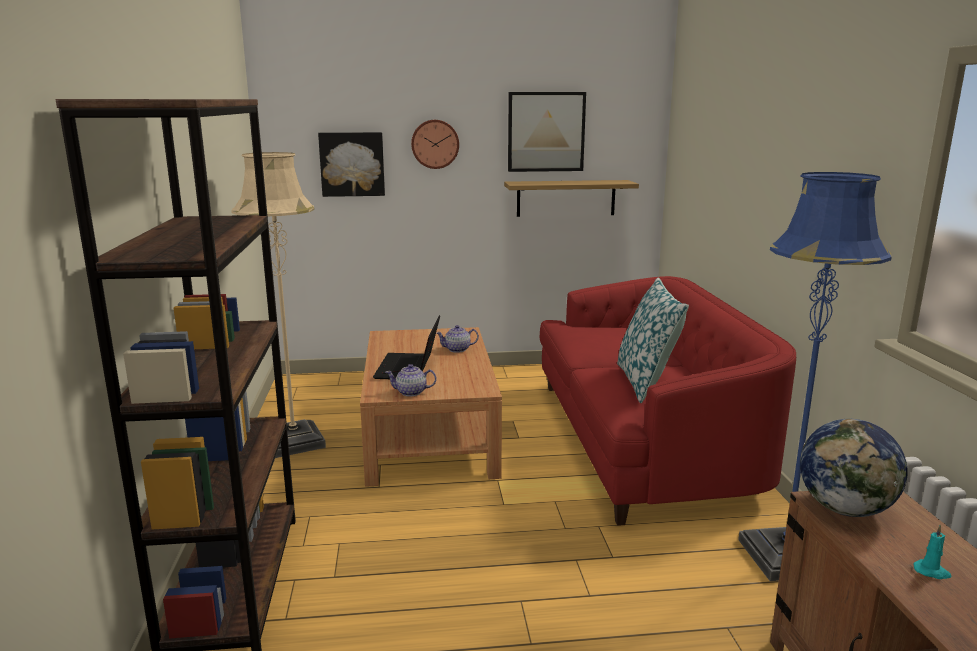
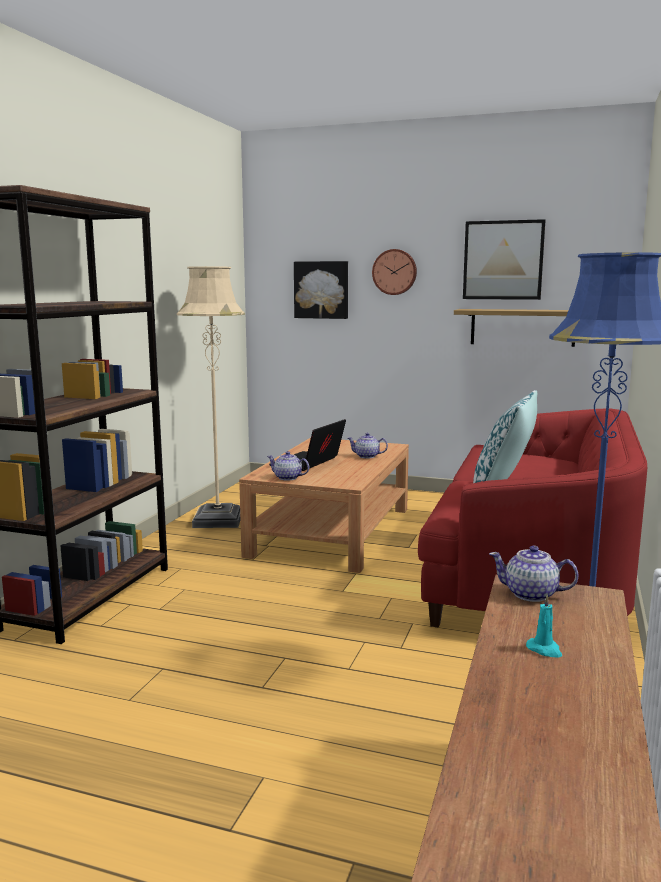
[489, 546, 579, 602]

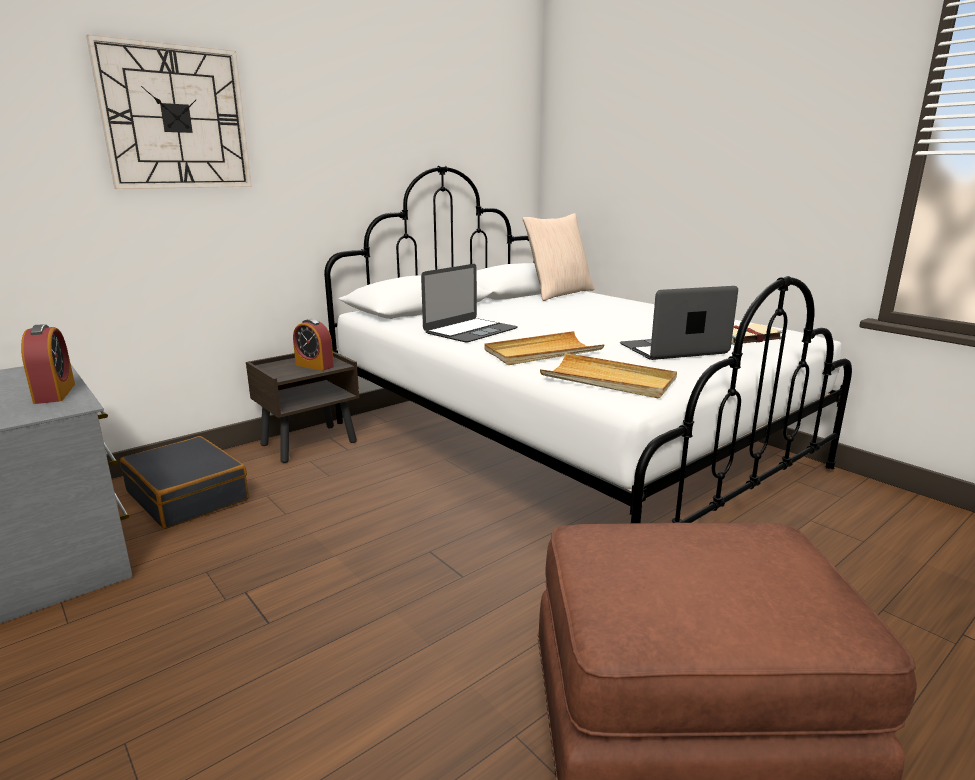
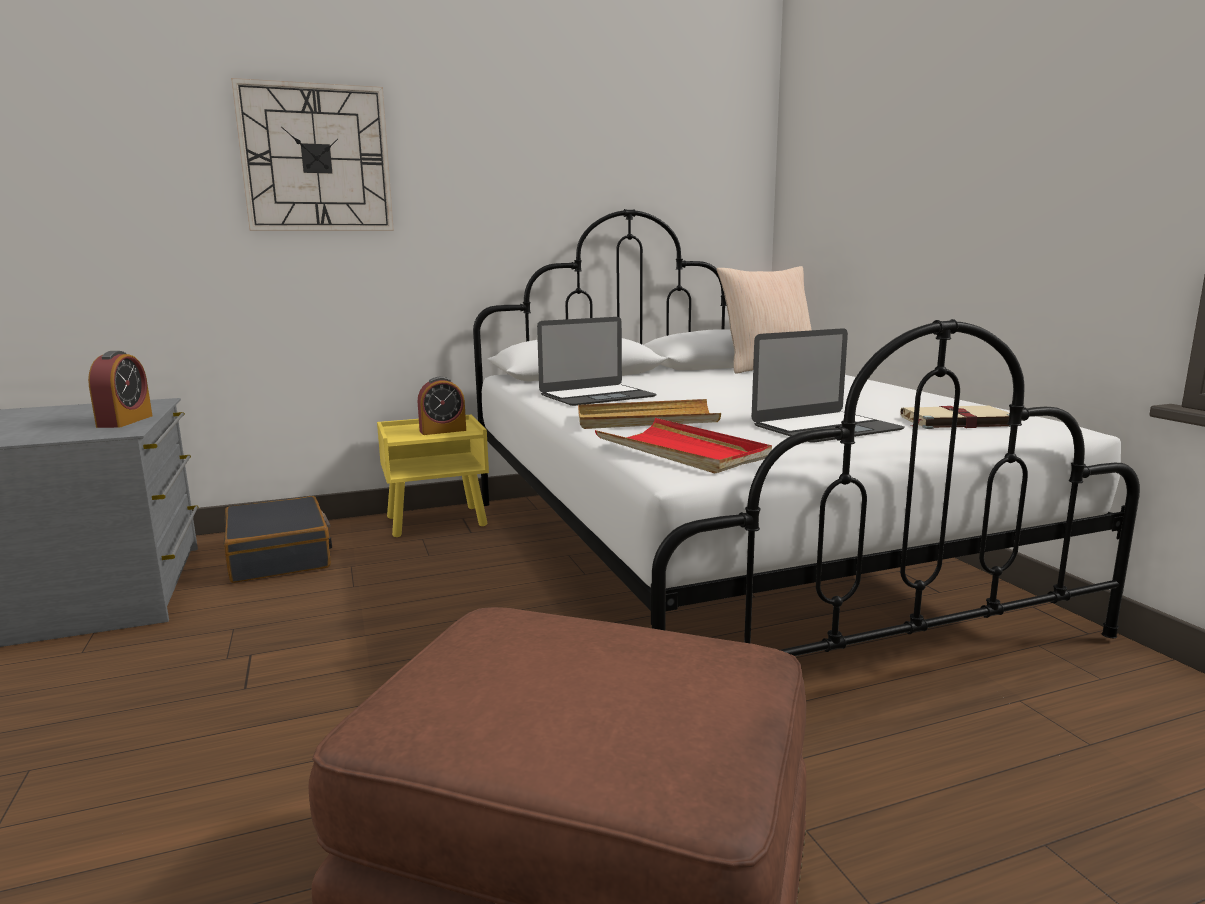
[377, 415, 489, 537]
[418, 377, 466, 435]
[595, 418, 772, 473]
[752, 328, 905, 443]

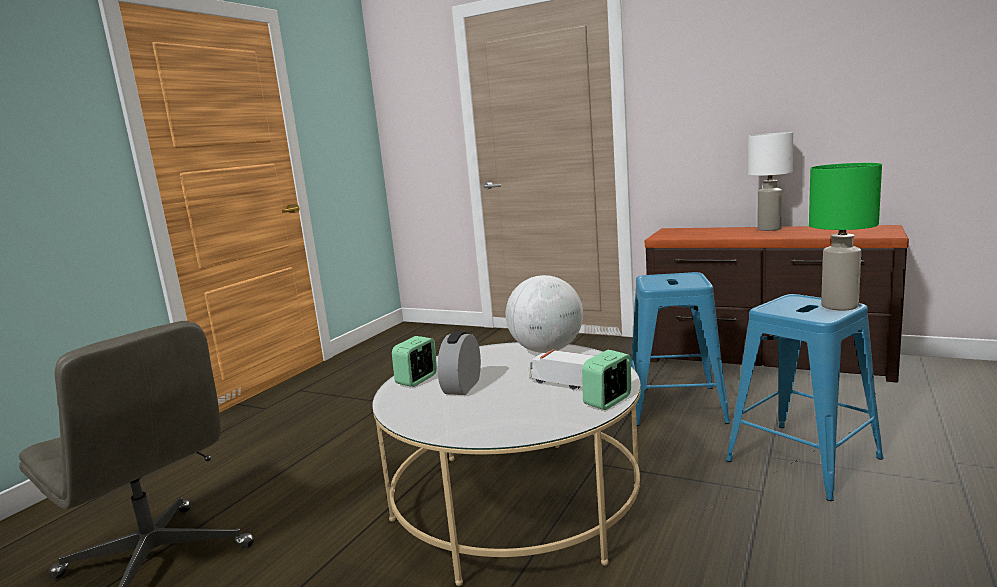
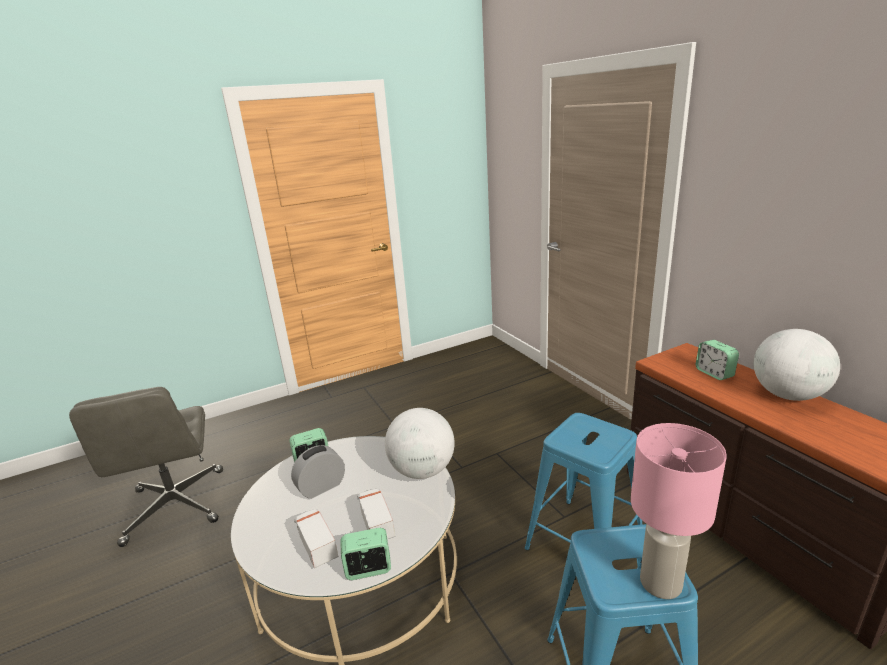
[294, 509, 339, 568]
[631, 423, 727, 599]
[696, 340, 739, 380]
[754, 329, 840, 401]

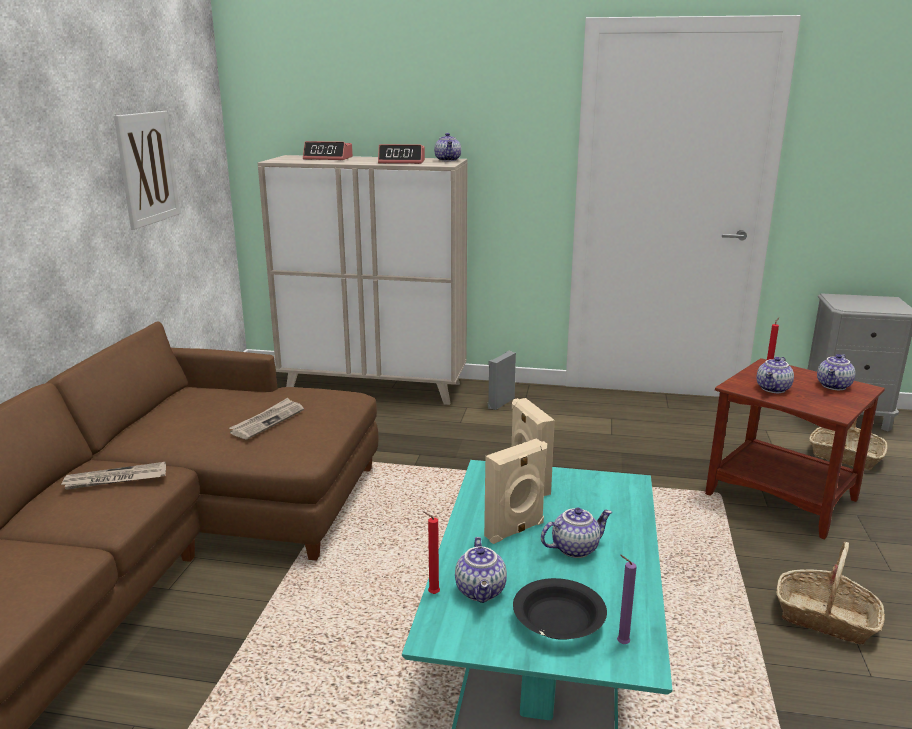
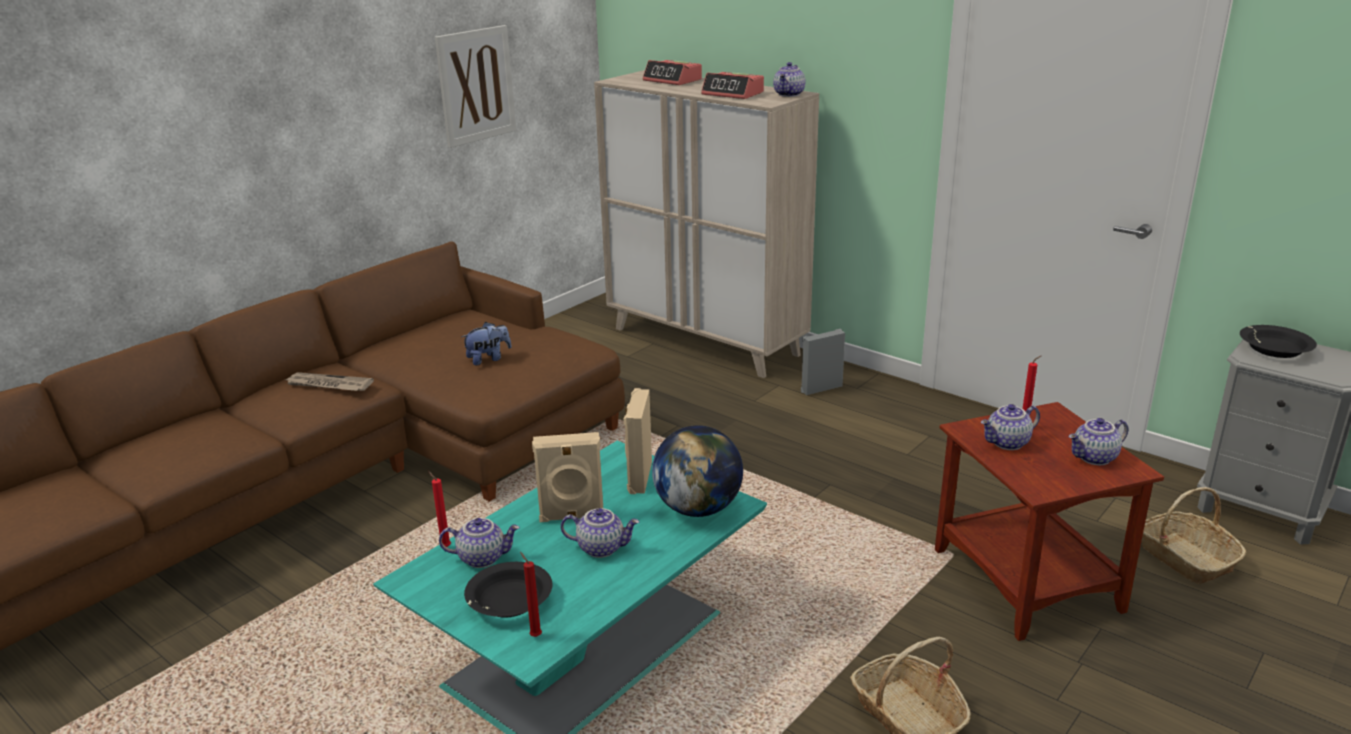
[439, 518, 520, 568]
[461, 322, 511, 366]
[520, 552, 542, 637]
[652, 425, 743, 517]
[1240, 325, 1317, 358]

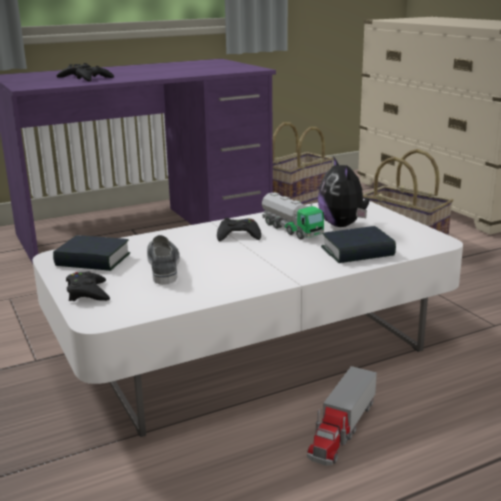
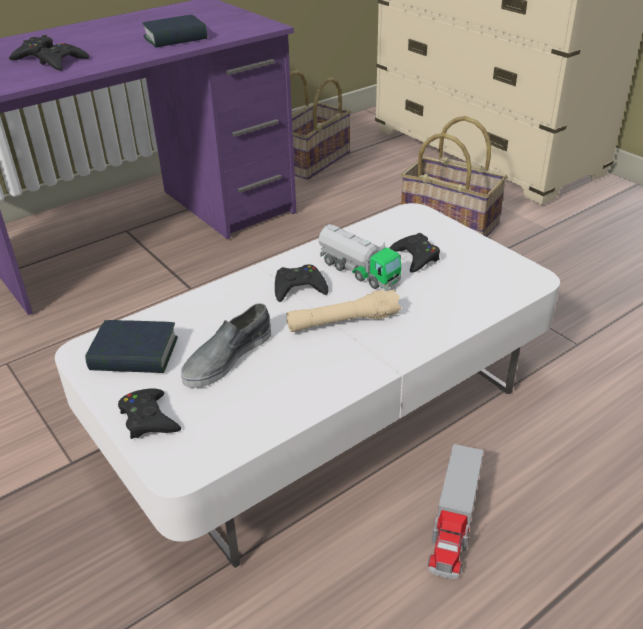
[142, 14, 207, 48]
[181, 303, 271, 388]
[287, 289, 401, 332]
[389, 233, 440, 273]

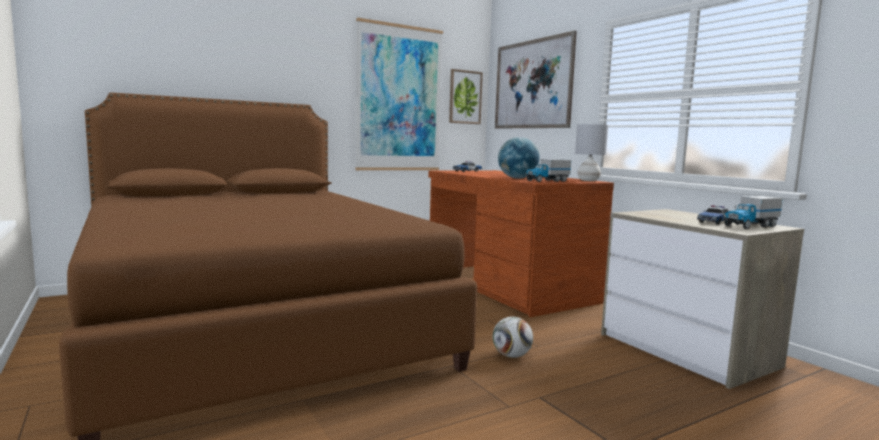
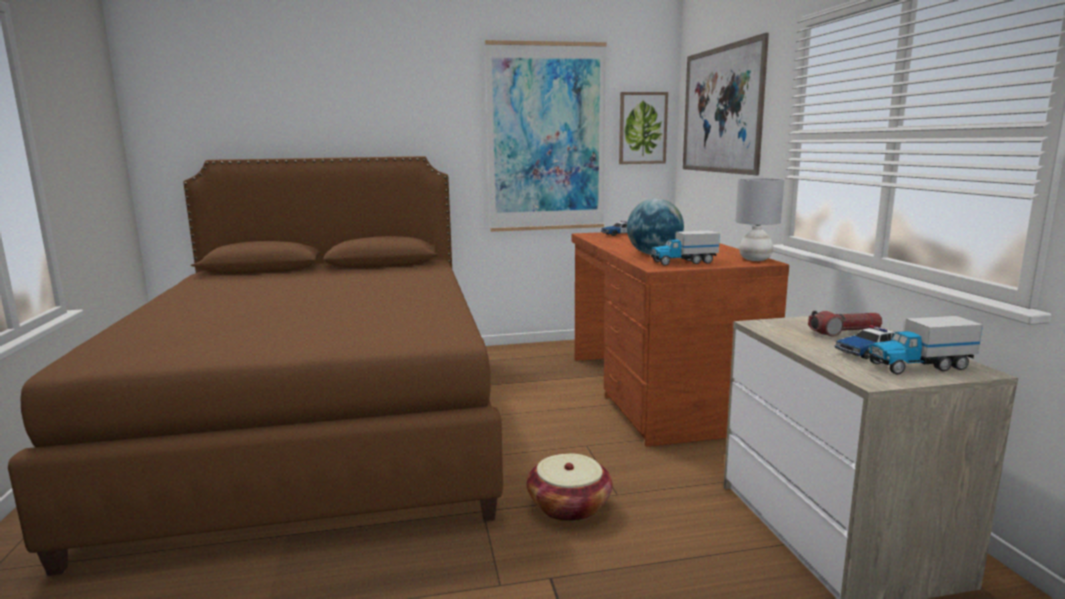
[527, 453, 613, 522]
[808, 311, 882, 337]

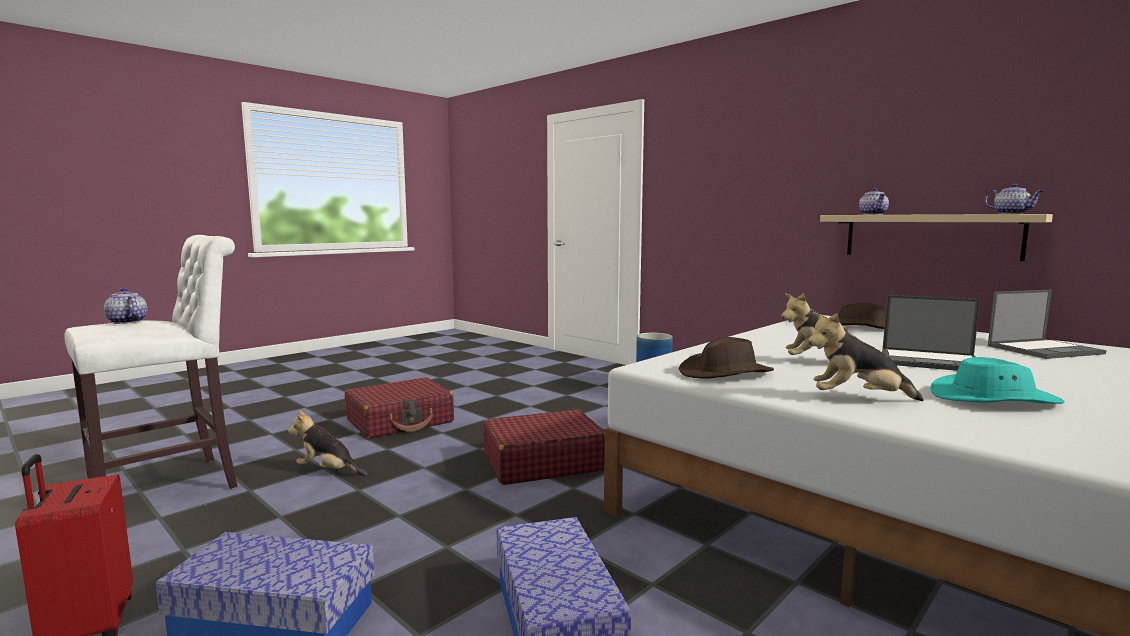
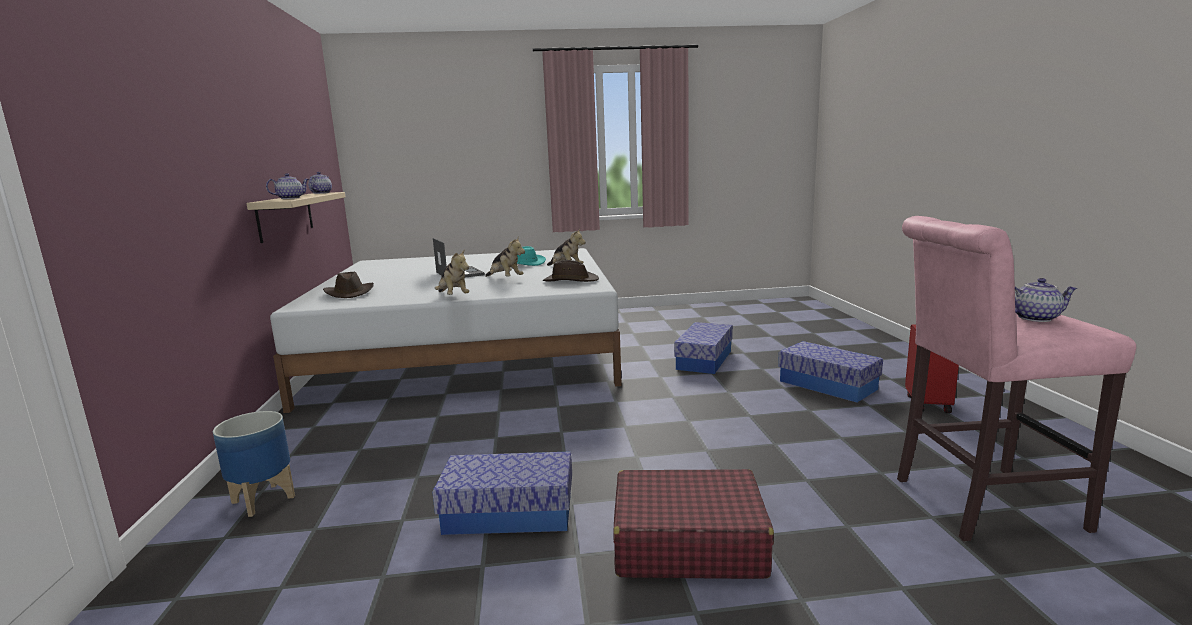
[432, 451, 572, 535]
[435, 250, 469, 295]
[897, 216, 1136, 541]
[1015, 278, 1078, 322]
[483, 409, 605, 485] (first image)
[988, 290, 1107, 359] (first image)

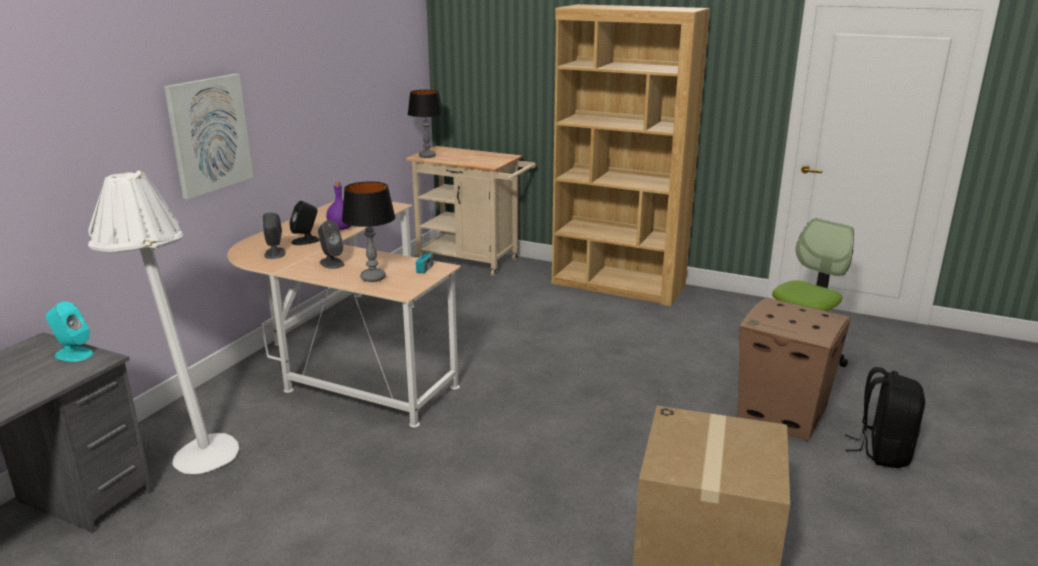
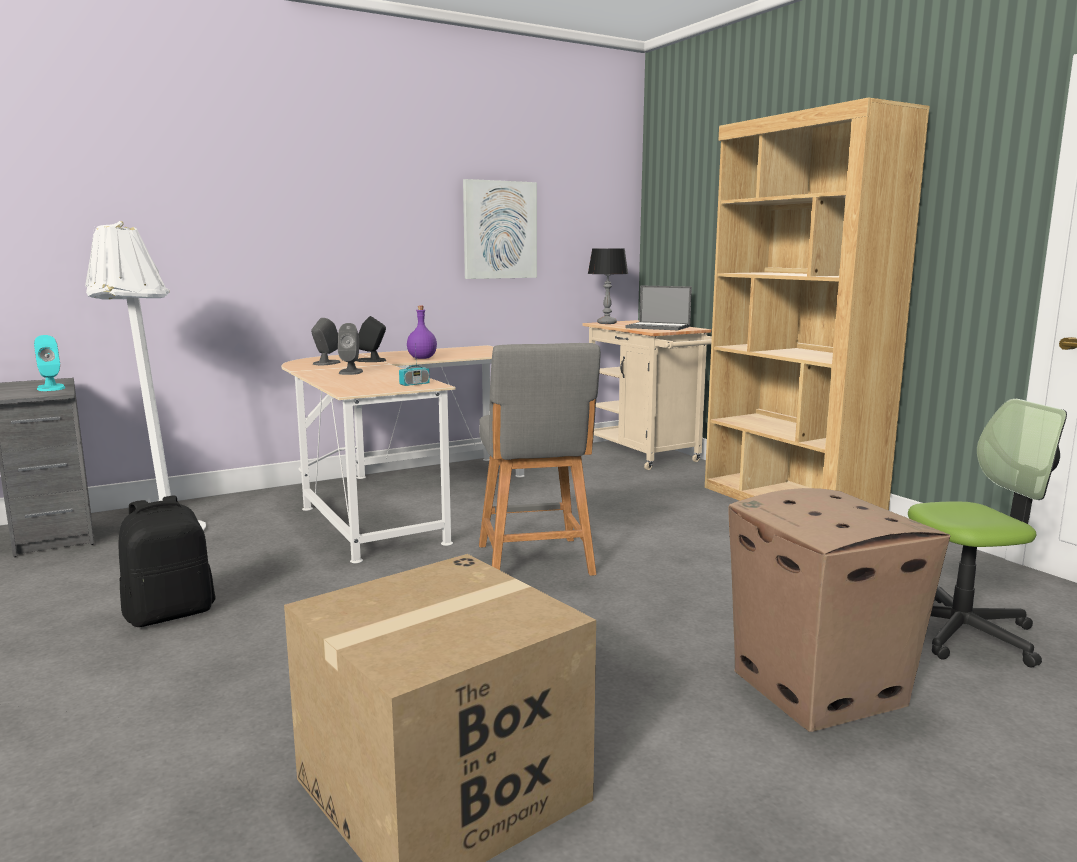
[118, 495, 215, 627]
[463, 179, 537, 279]
[479, 343, 601, 576]
[626, 285, 692, 330]
[342, 181, 395, 282] (first image)

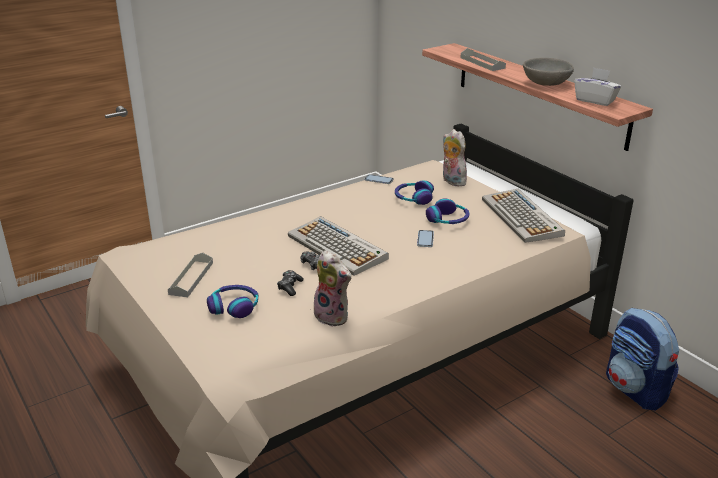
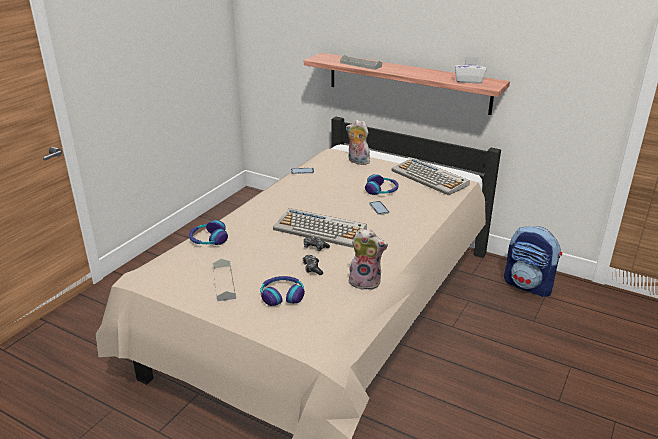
[189, 220, 228, 245]
[523, 58, 574, 86] (first image)

